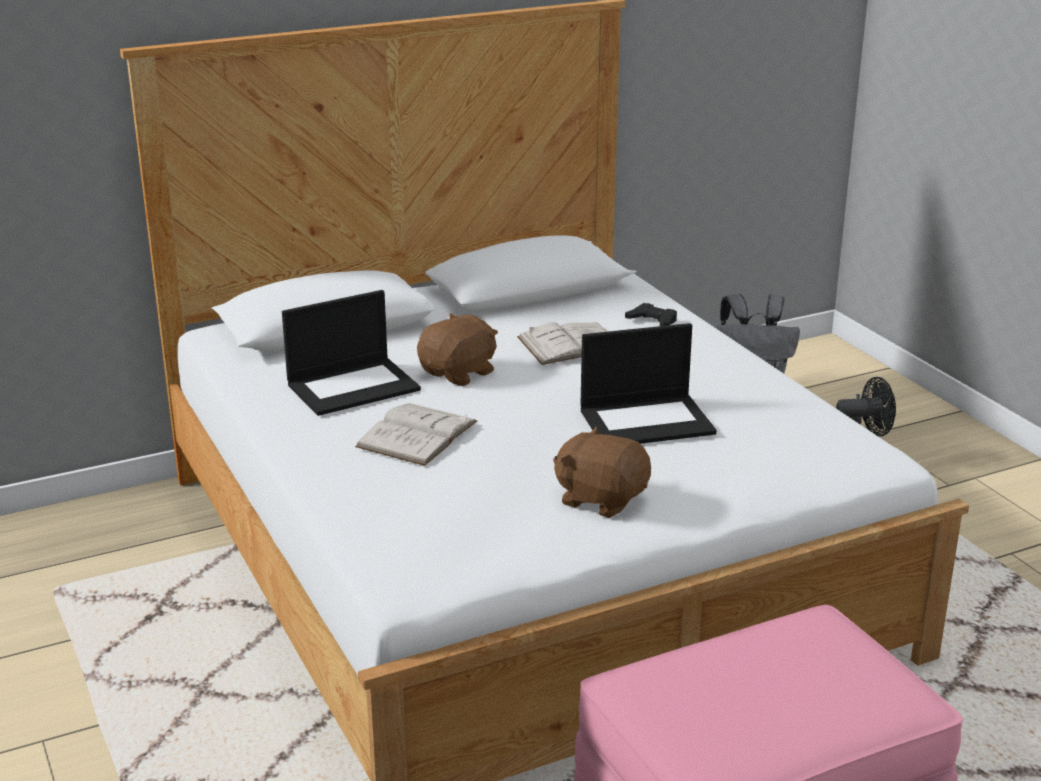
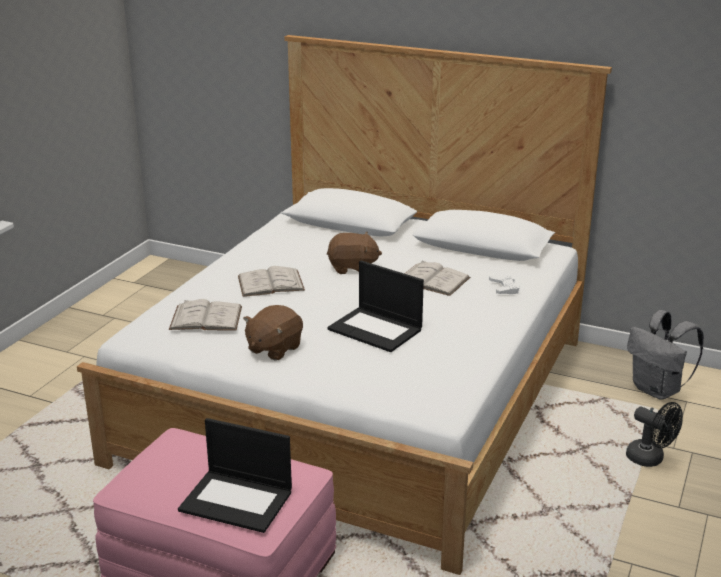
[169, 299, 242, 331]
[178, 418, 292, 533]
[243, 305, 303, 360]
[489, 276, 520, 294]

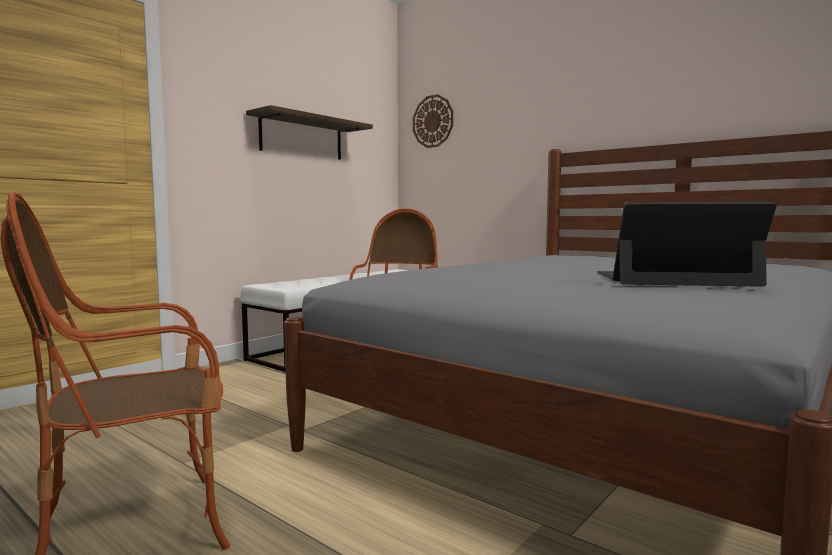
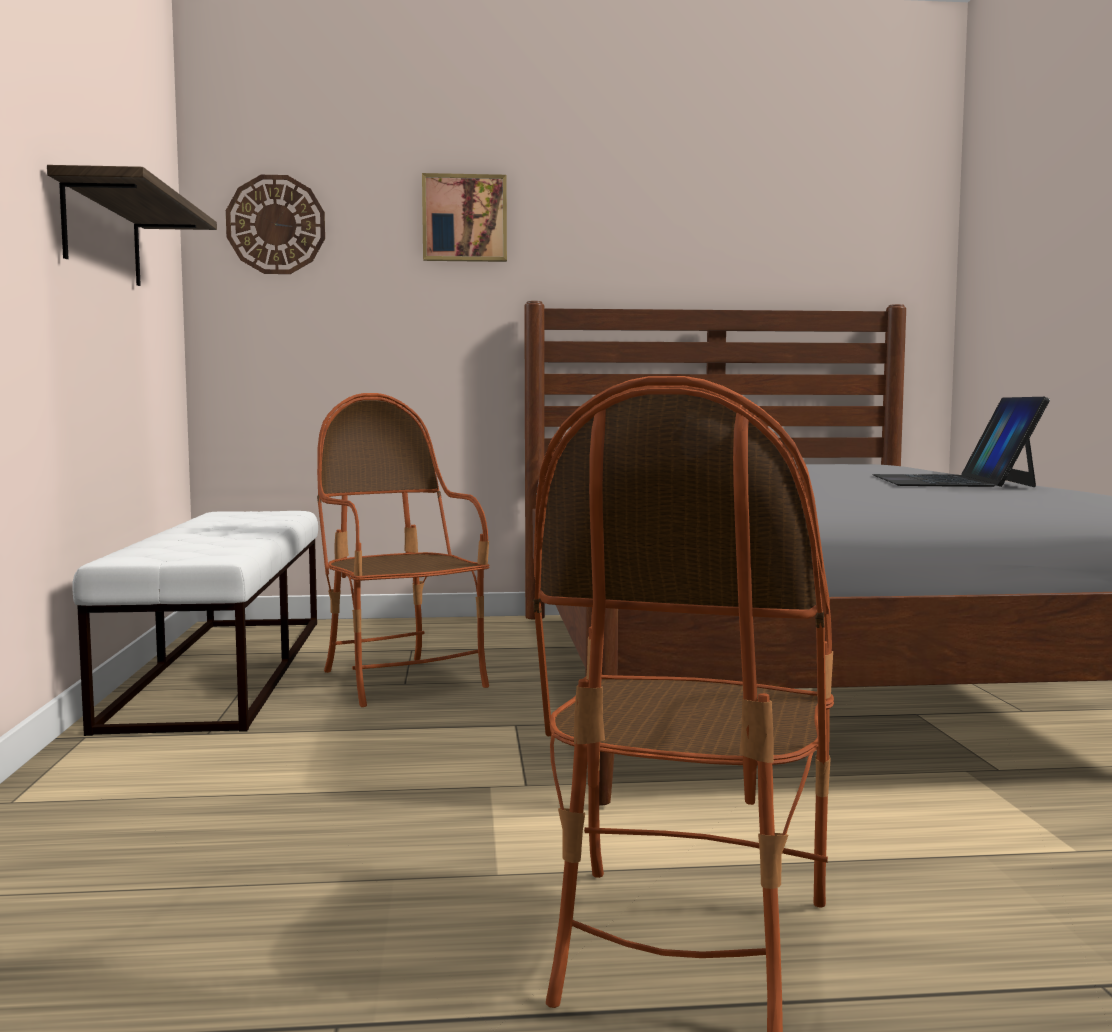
[422, 173, 507, 262]
[873, 397, 1050, 487]

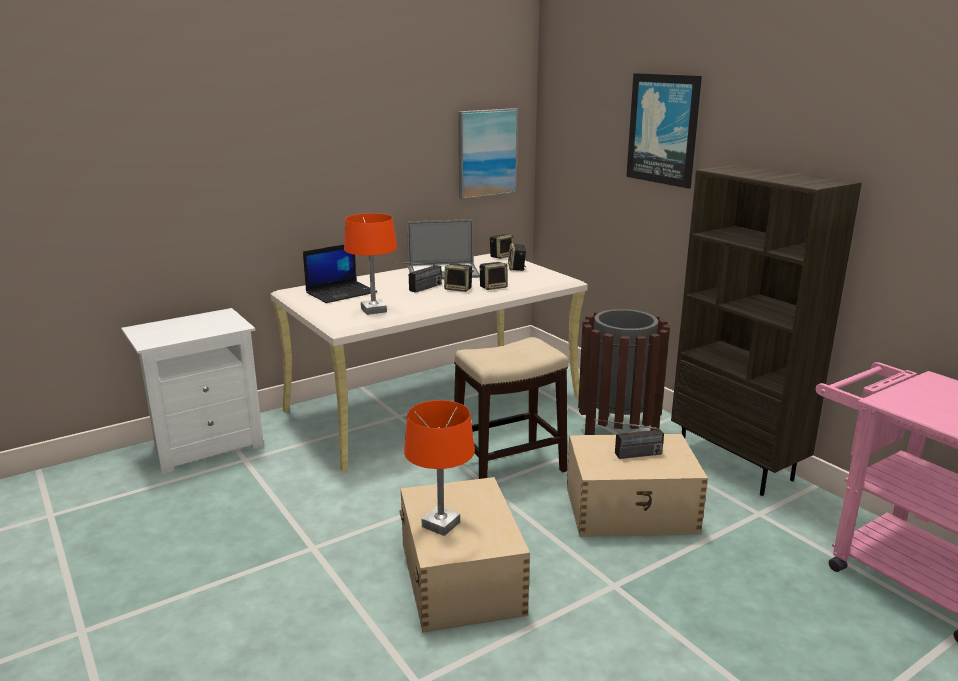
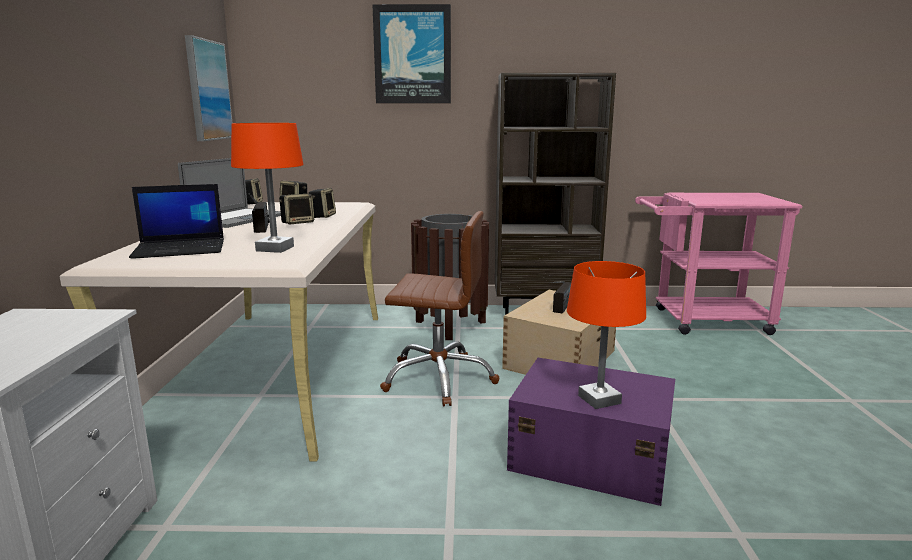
[129, 184, 224, 259]
[380, 211, 499, 407]
[507, 358, 675, 506]

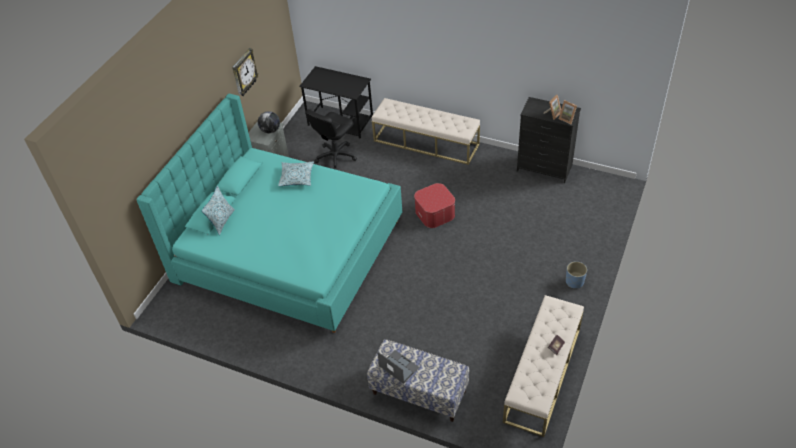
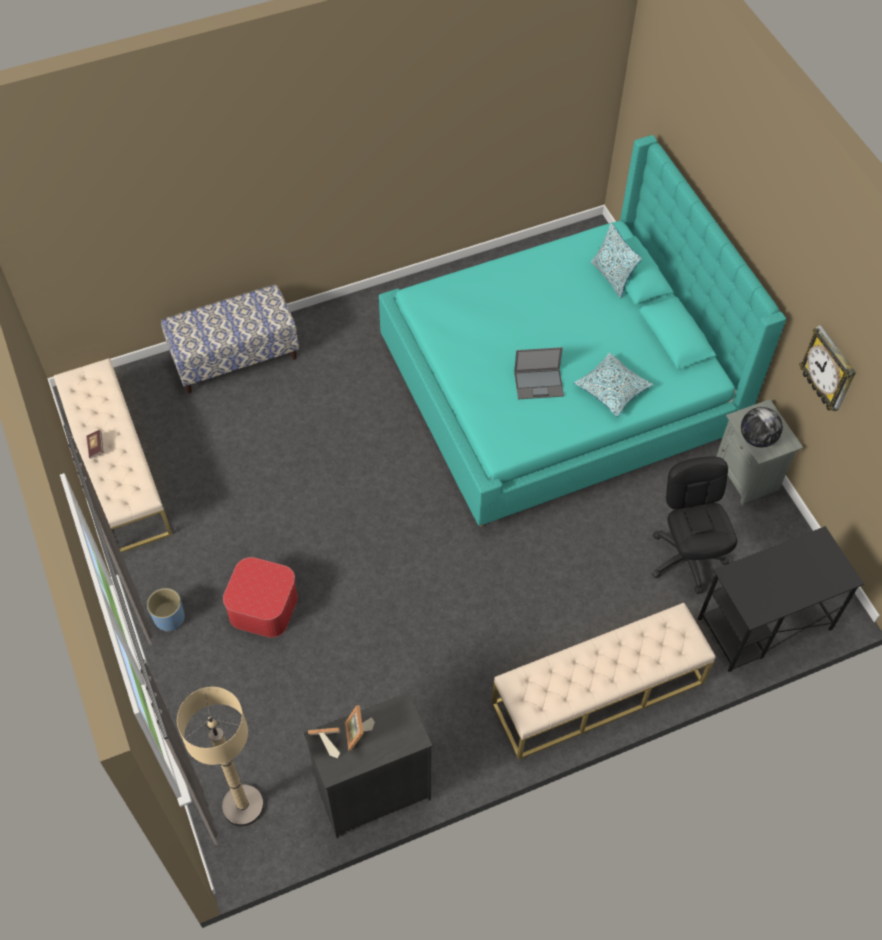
[177, 687, 264, 826]
[223, 557, 298, 638]
[514, 347, 564, 400]

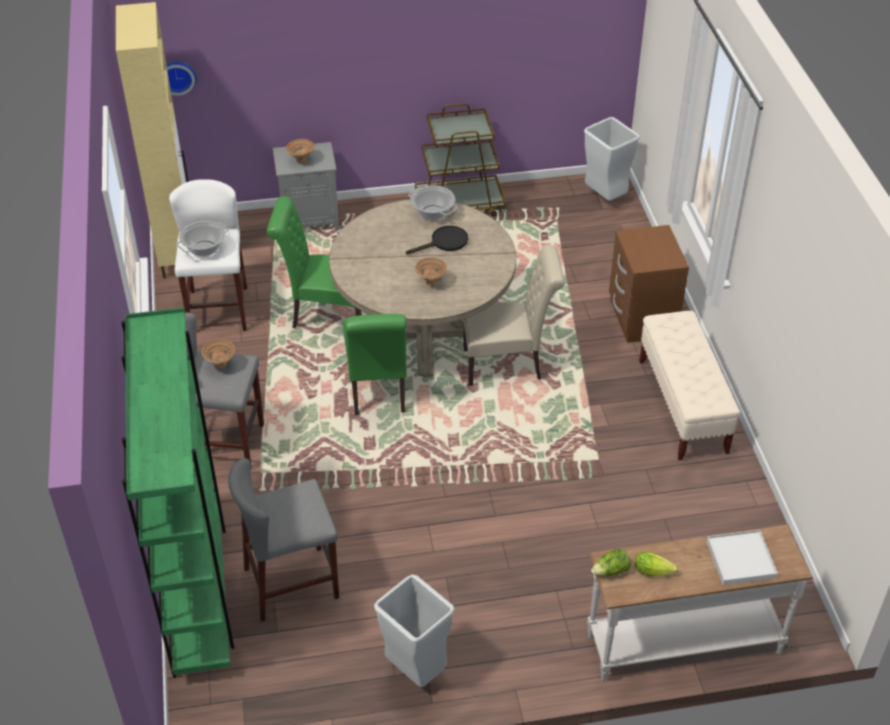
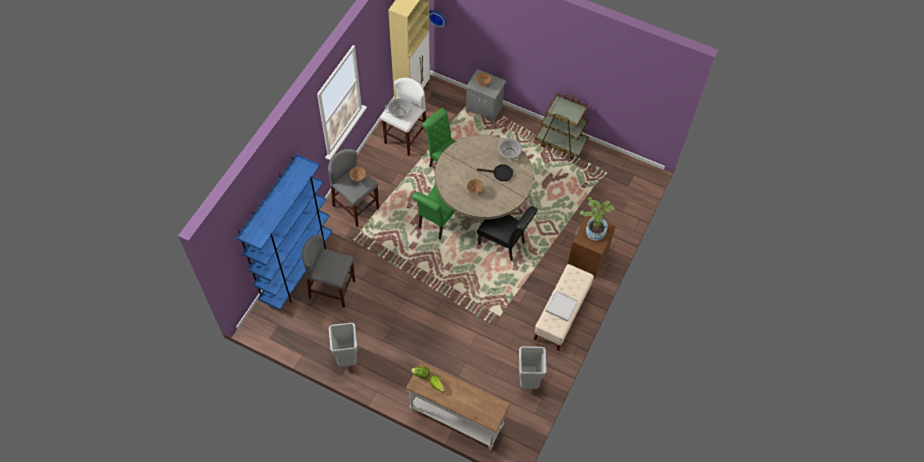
[236, 154, 332, 310]
[477, 206, 538, 261]
[519, 346, 547, 389]
[546, 291, 578, 322]
[580, 197, 614, 240]

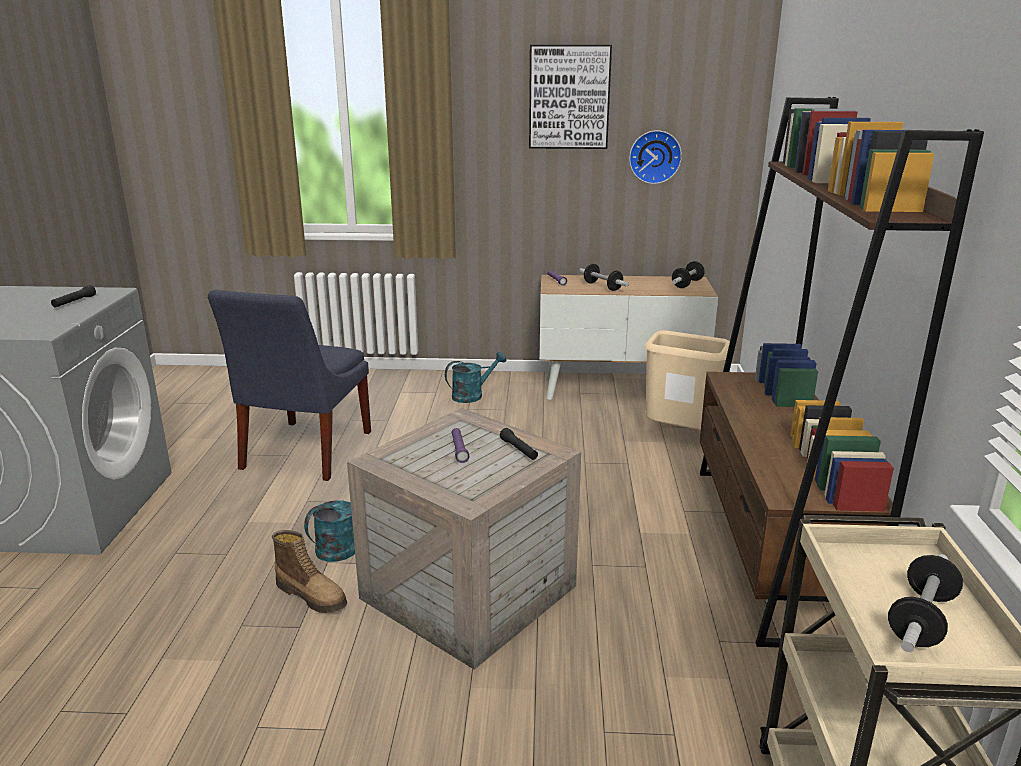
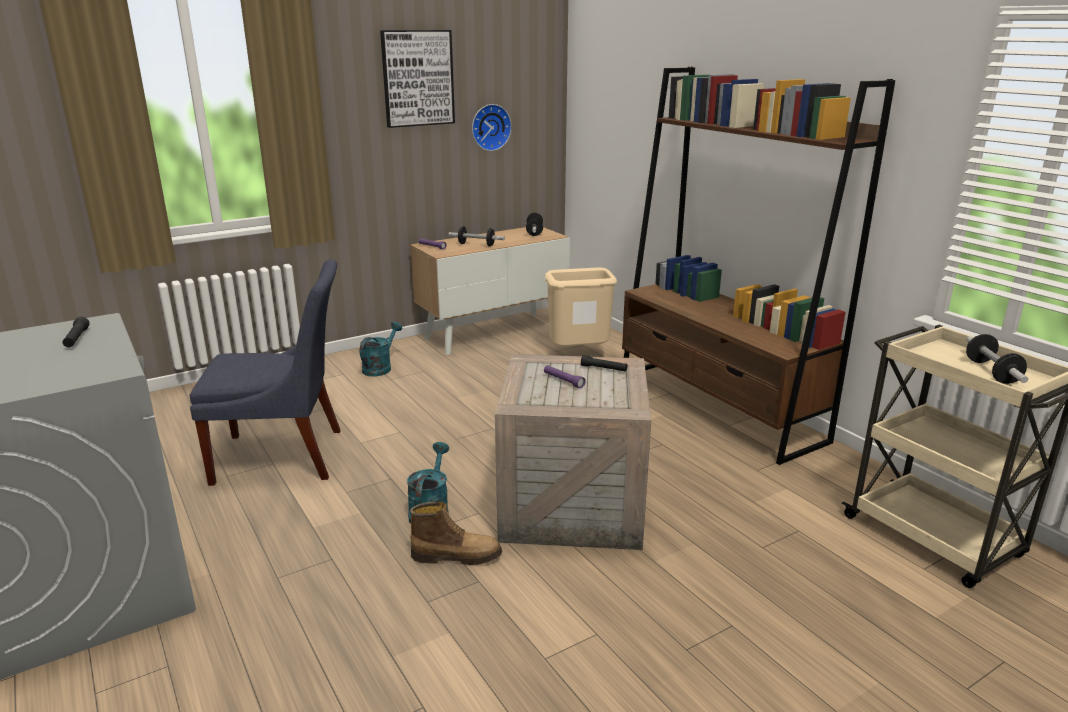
[189, 259, 341, 486]

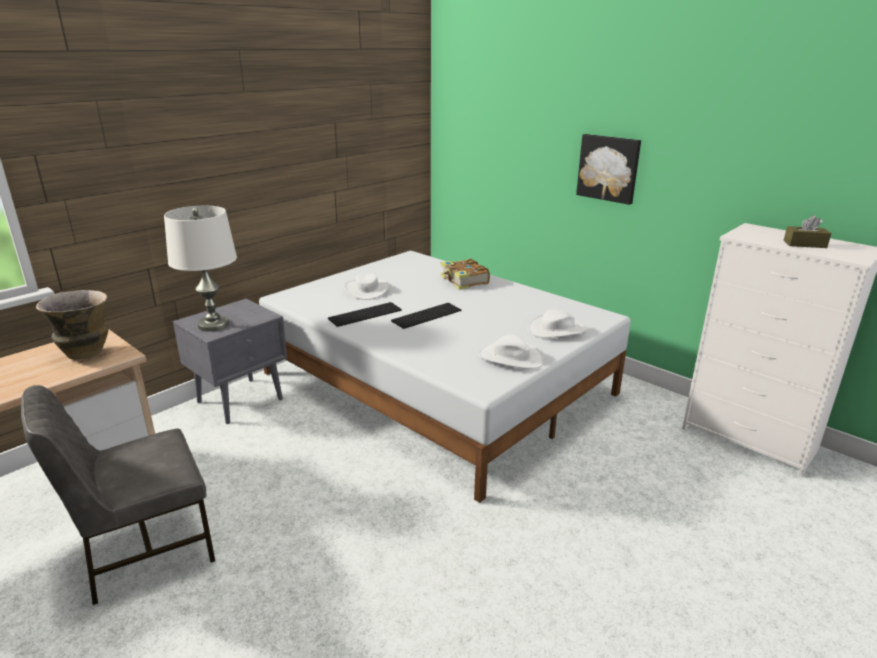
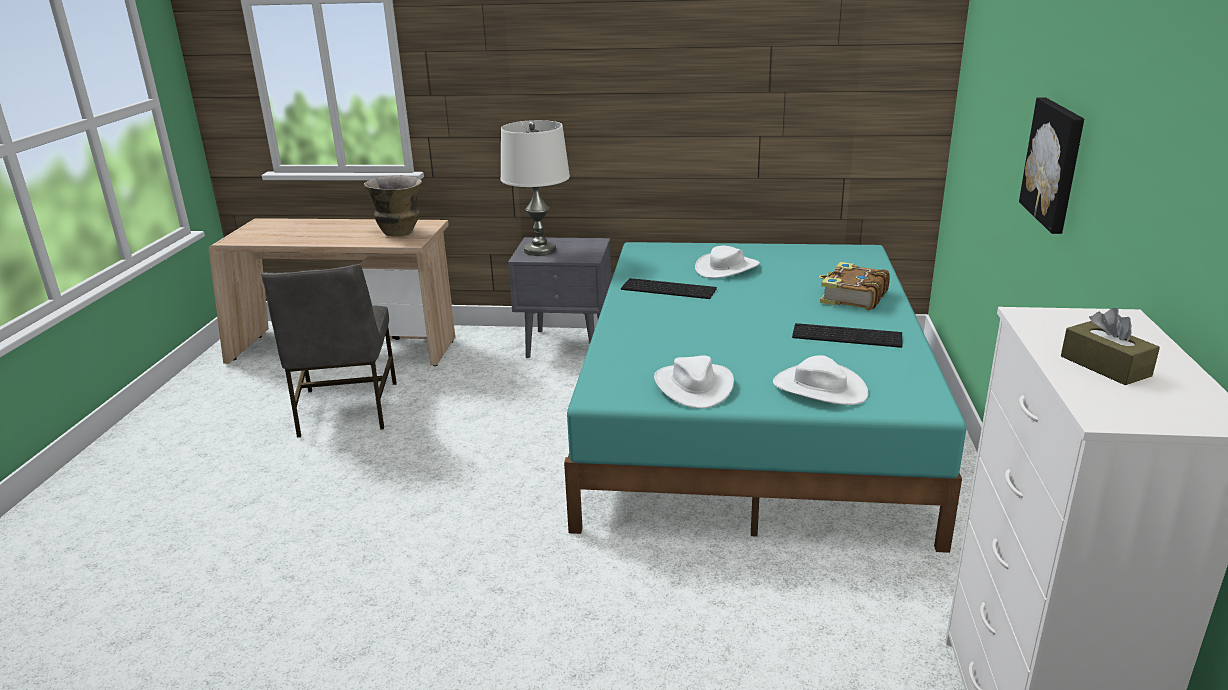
[261, 265, 397, 437]
[564, 242, 966, 553]
[792, 323, 902, 348]

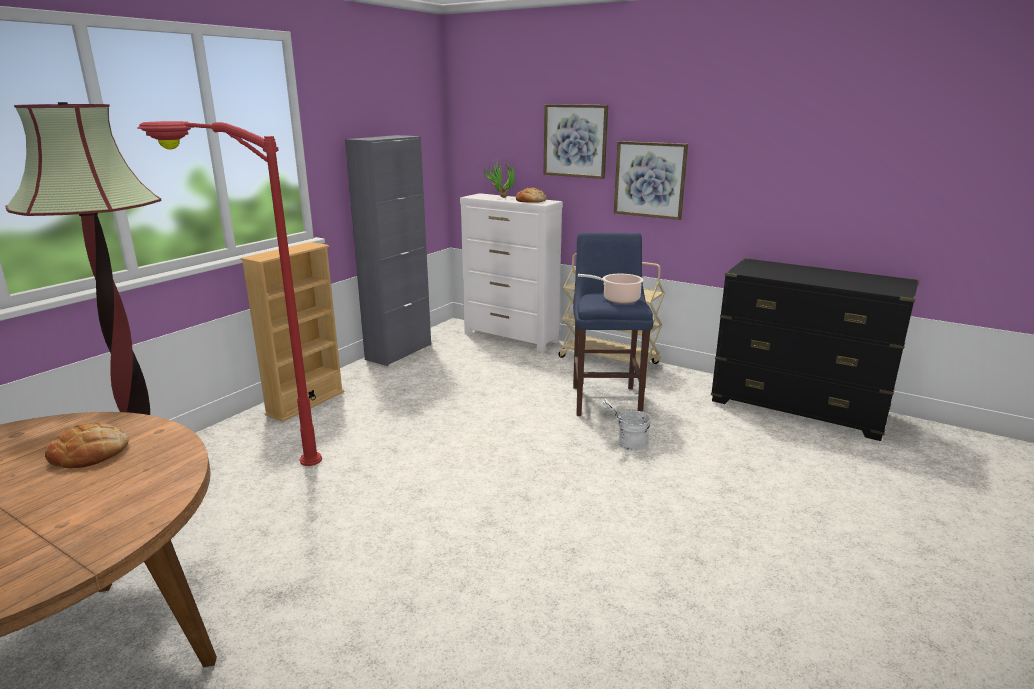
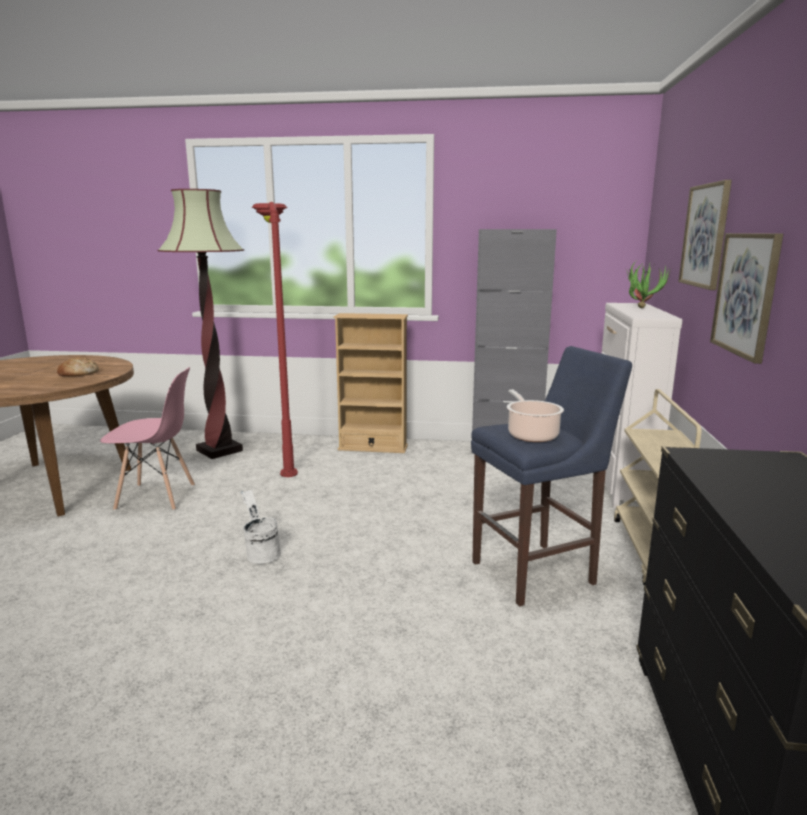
[100, 367, 195, 511]
[241, 490, 281, 564]
[516, 188, 547, 203] (first image)

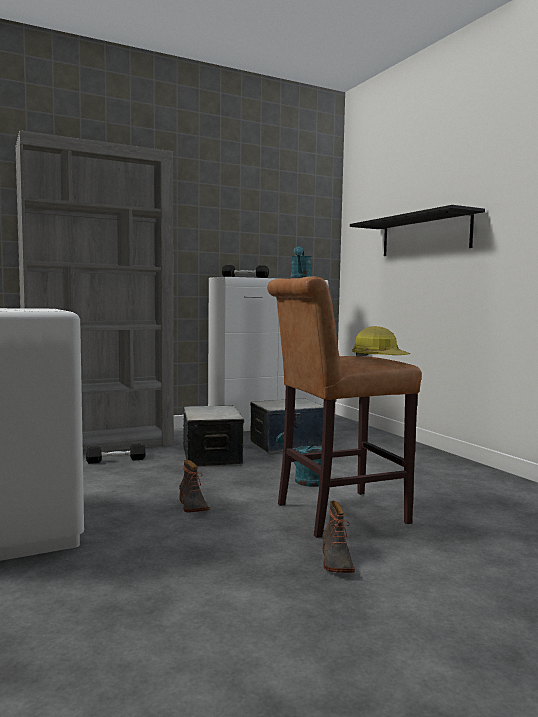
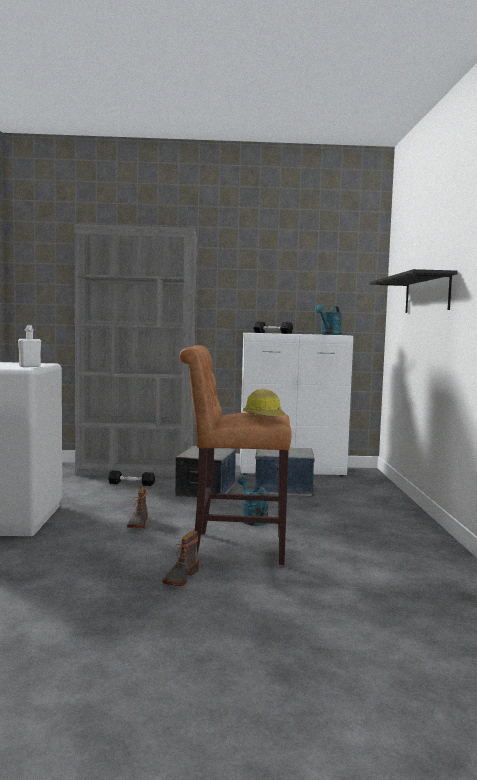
[18, 325, 41, 367]

